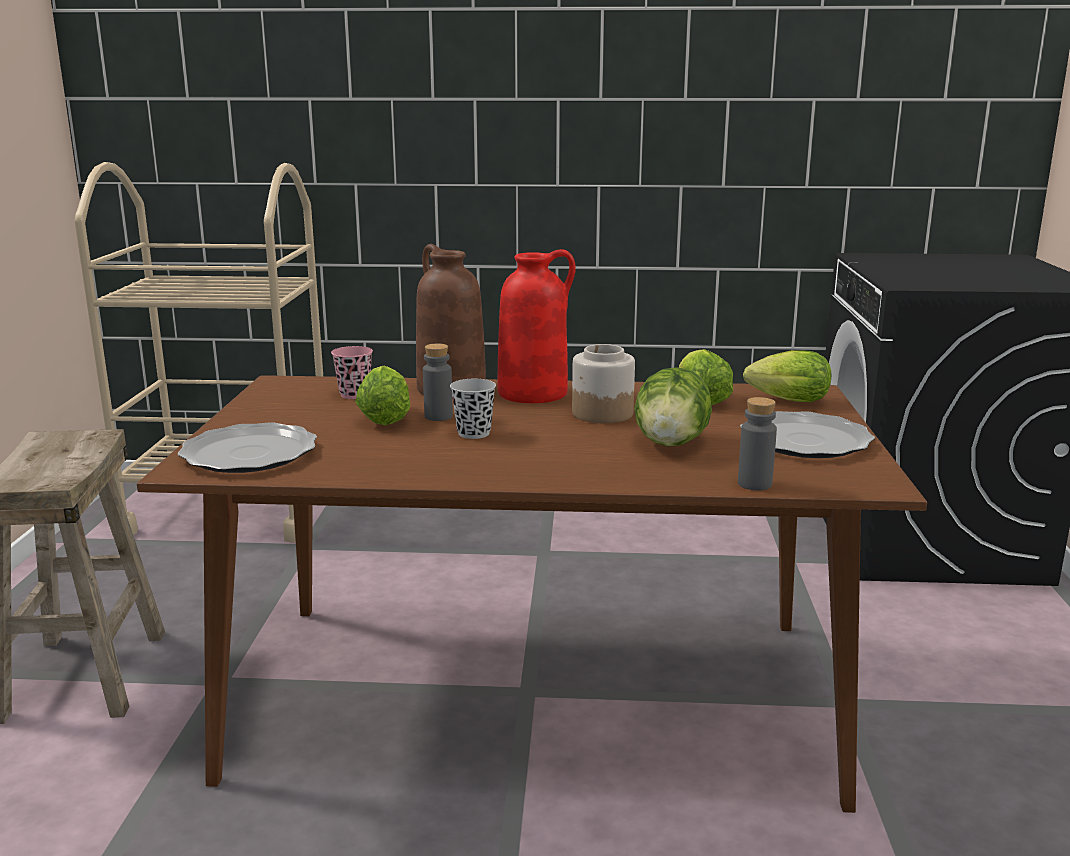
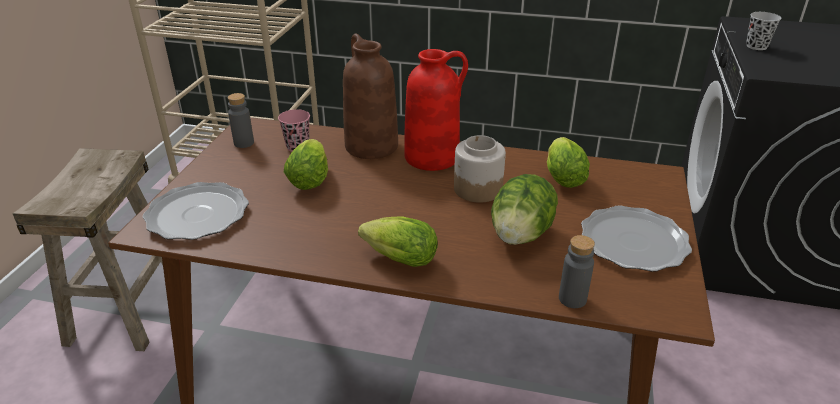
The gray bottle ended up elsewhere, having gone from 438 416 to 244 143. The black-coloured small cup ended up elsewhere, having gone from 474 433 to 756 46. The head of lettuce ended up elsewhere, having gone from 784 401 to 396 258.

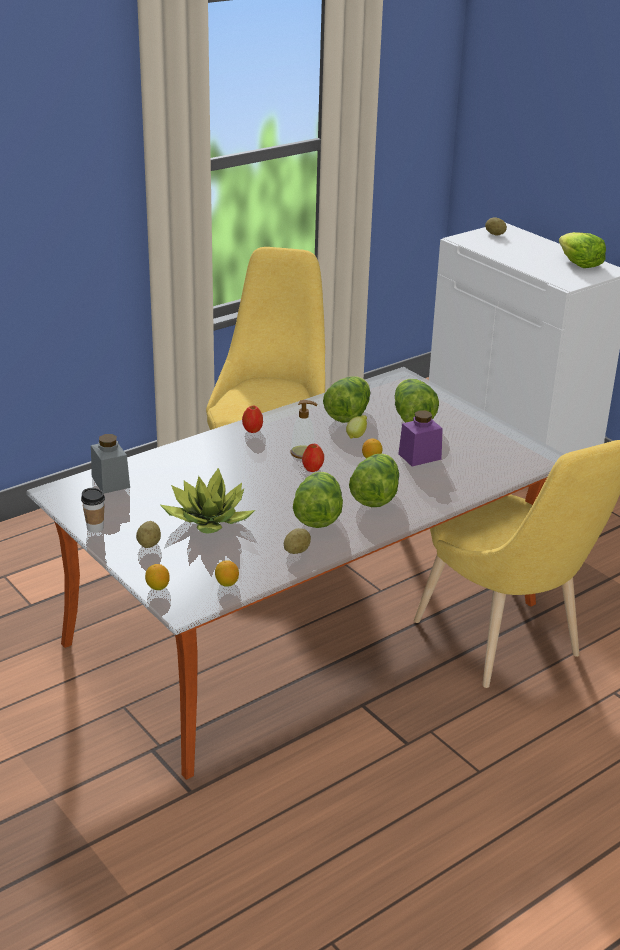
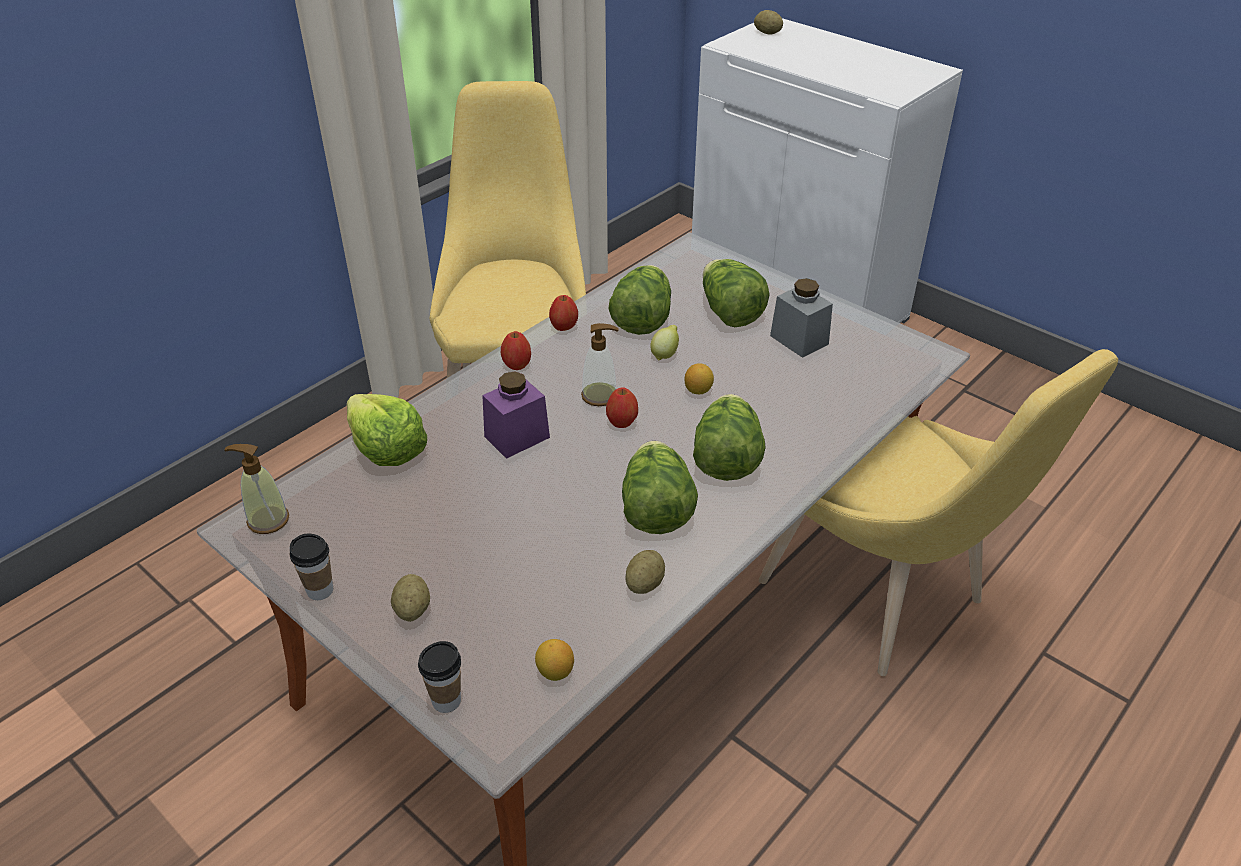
The gray storage jar ended up elsewhere, having gone from 110 482 to 799 340. Where the lemon stood at 157 587, the small cup came to stand at 446 700. The second view lost the plant in a pot at 209 520. The purplish storage jar ended up elsewhere, having gone from 419 456 to 517 437. The head of lettuce ended up elsewhere, having gone from 579 264 to 387 449. The second view gained the soap bottle at 268 520. The second view gained the whole apple at 564 327.

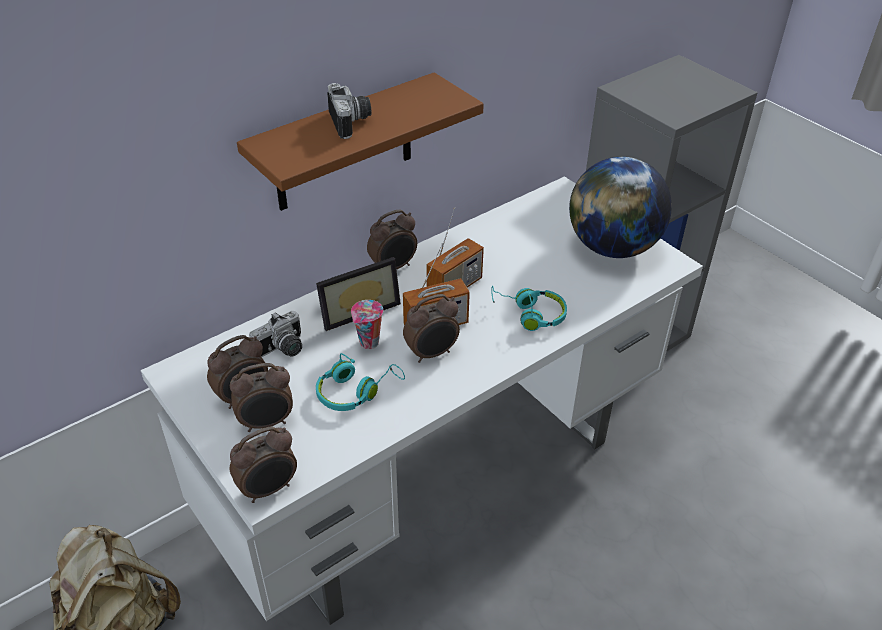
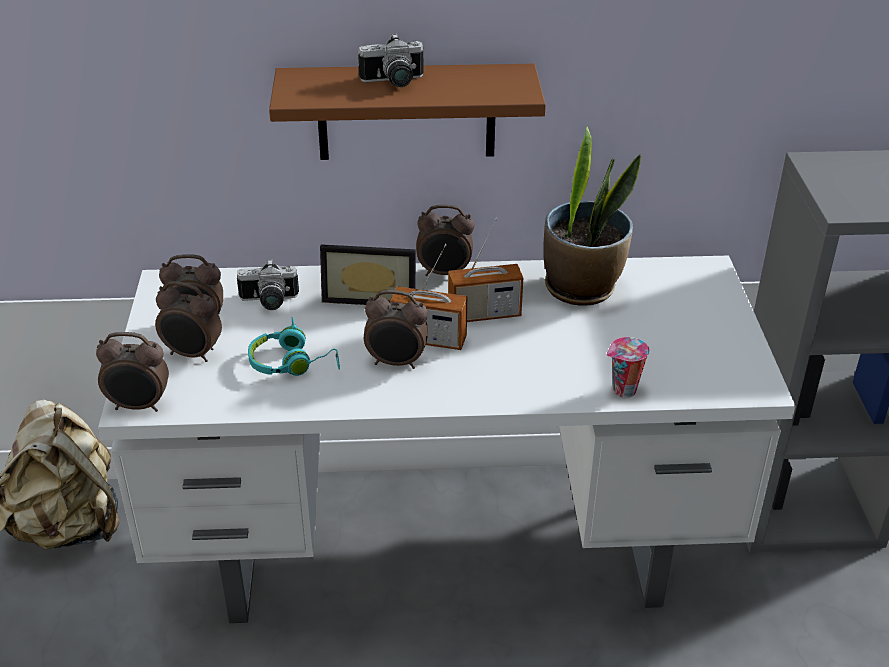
The still camera at 352 122 ended up facing another way, 60 degrees clockwise from before. The small cup ended up elsewhere, having gone from 369 344 to 623 391. The second view lost the blue-green headphones at 529 314. The second view lost the world globe at 612 247. The second view gained the plant in a pot at 581 288.

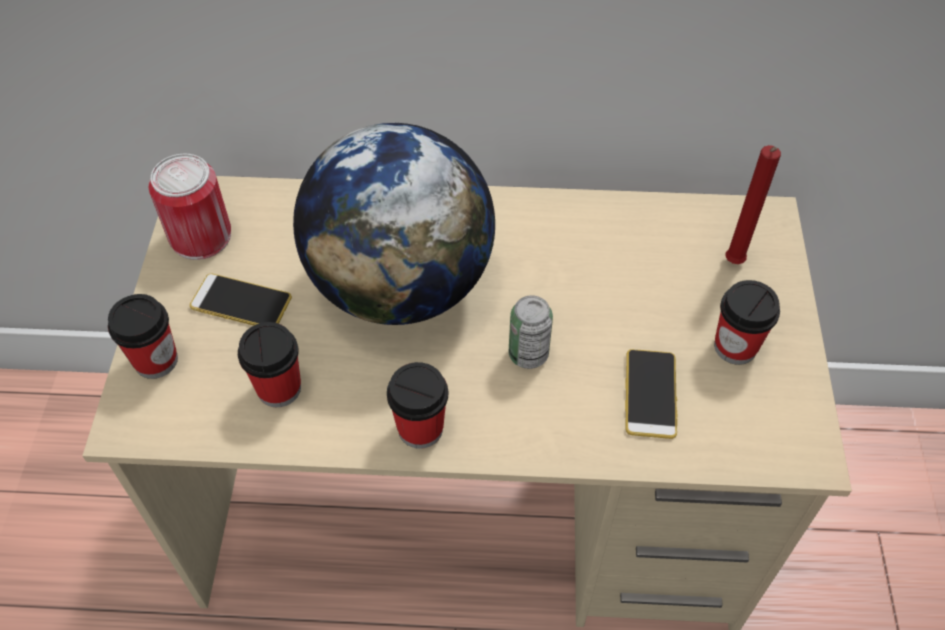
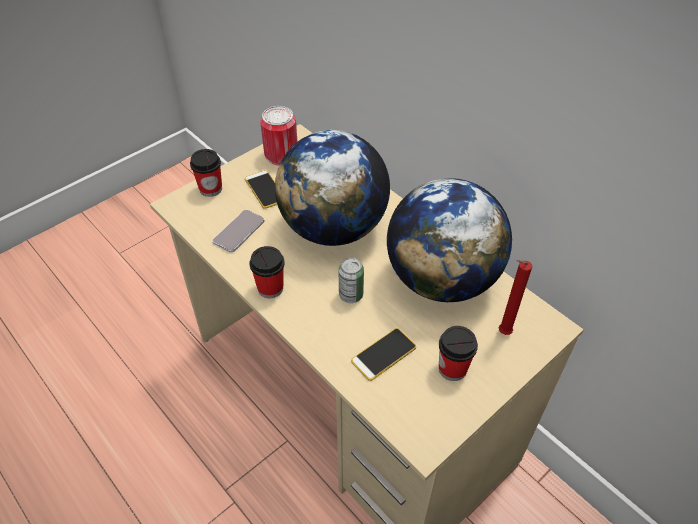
Where the small cup stood at 279 388, the handset came to stand at 239 231. The second view gained the world globe at 442 279.

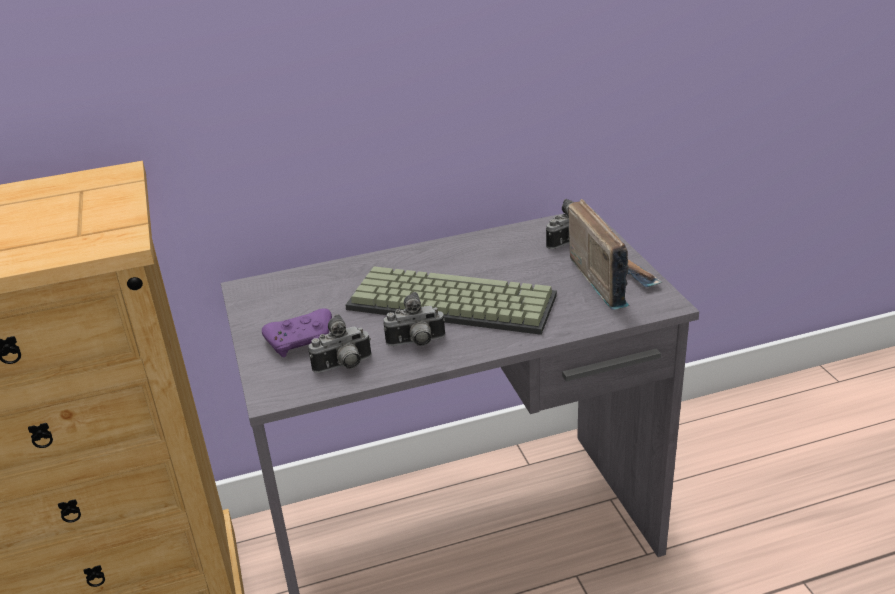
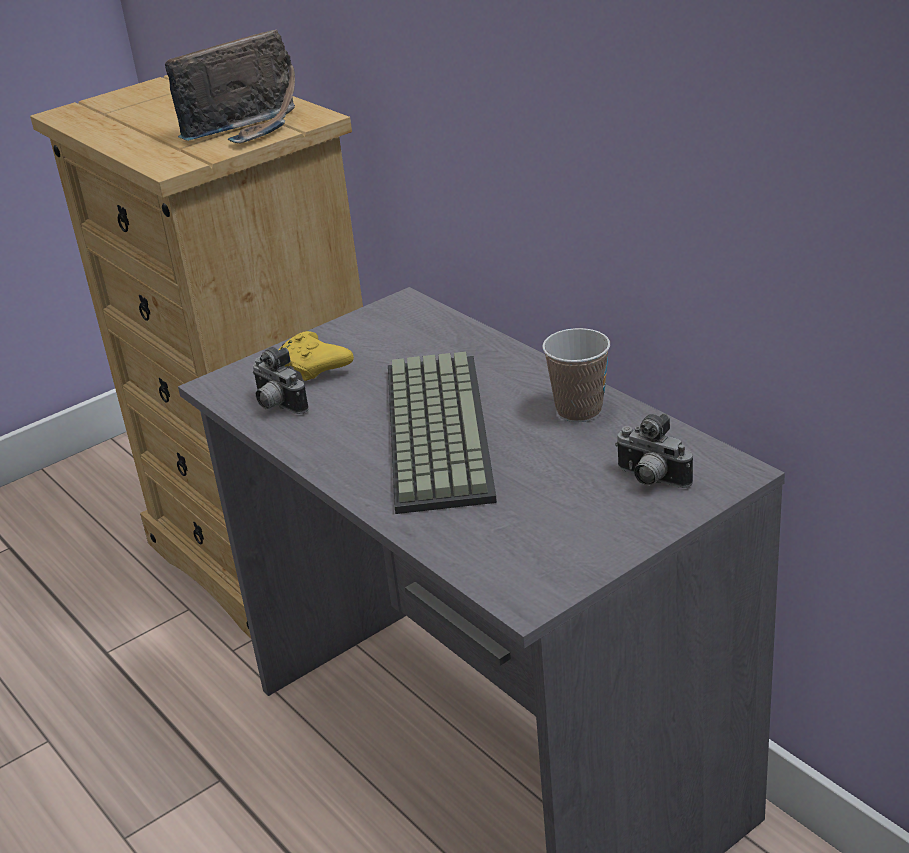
What was the purplish game controller at 302 341 turned into the yellow game controller at 314 368. The second view lost the still camera at 416 343. The radio ended up elsewhere, having gone from 610 279 to 251 128. The second view gained the small cup at 579 411.

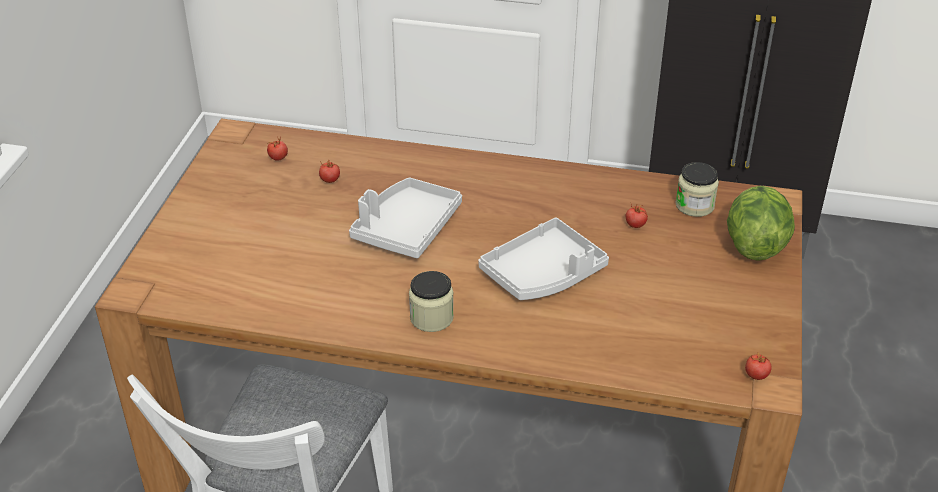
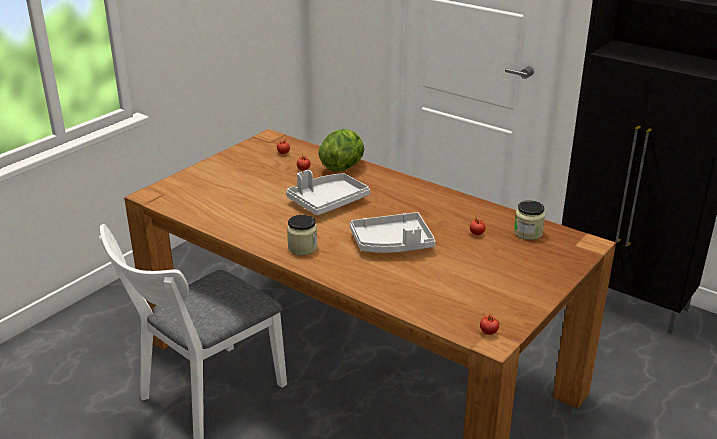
The head of lettuce ended up elsewhere, having gone from 754 244 to 343 167.

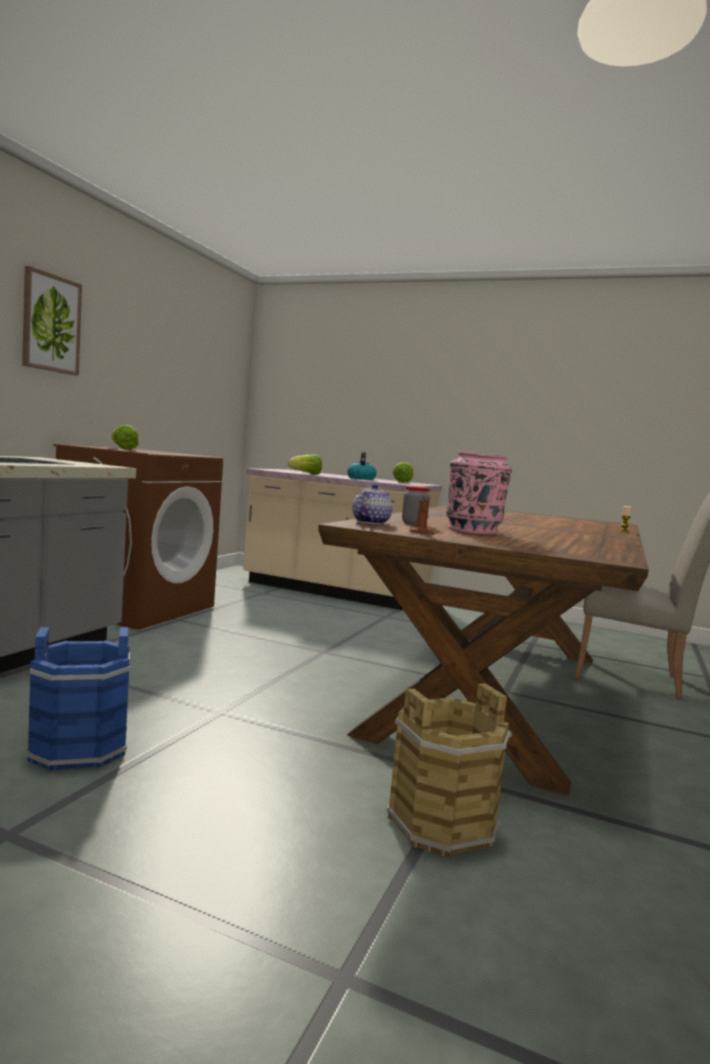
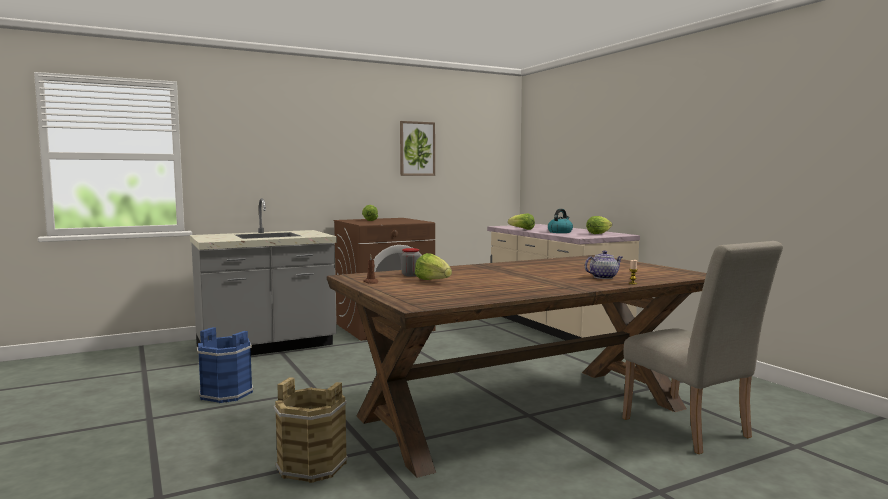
The wall picture ended up elsewhere, having gone from 51 323 to 417 148. The pot for tea ended up elsewhere, having gone from 371 522 to 603 277. Where the pinkish decorative vase stood at 473 530, the head of lettuce came to stand at 433 281.

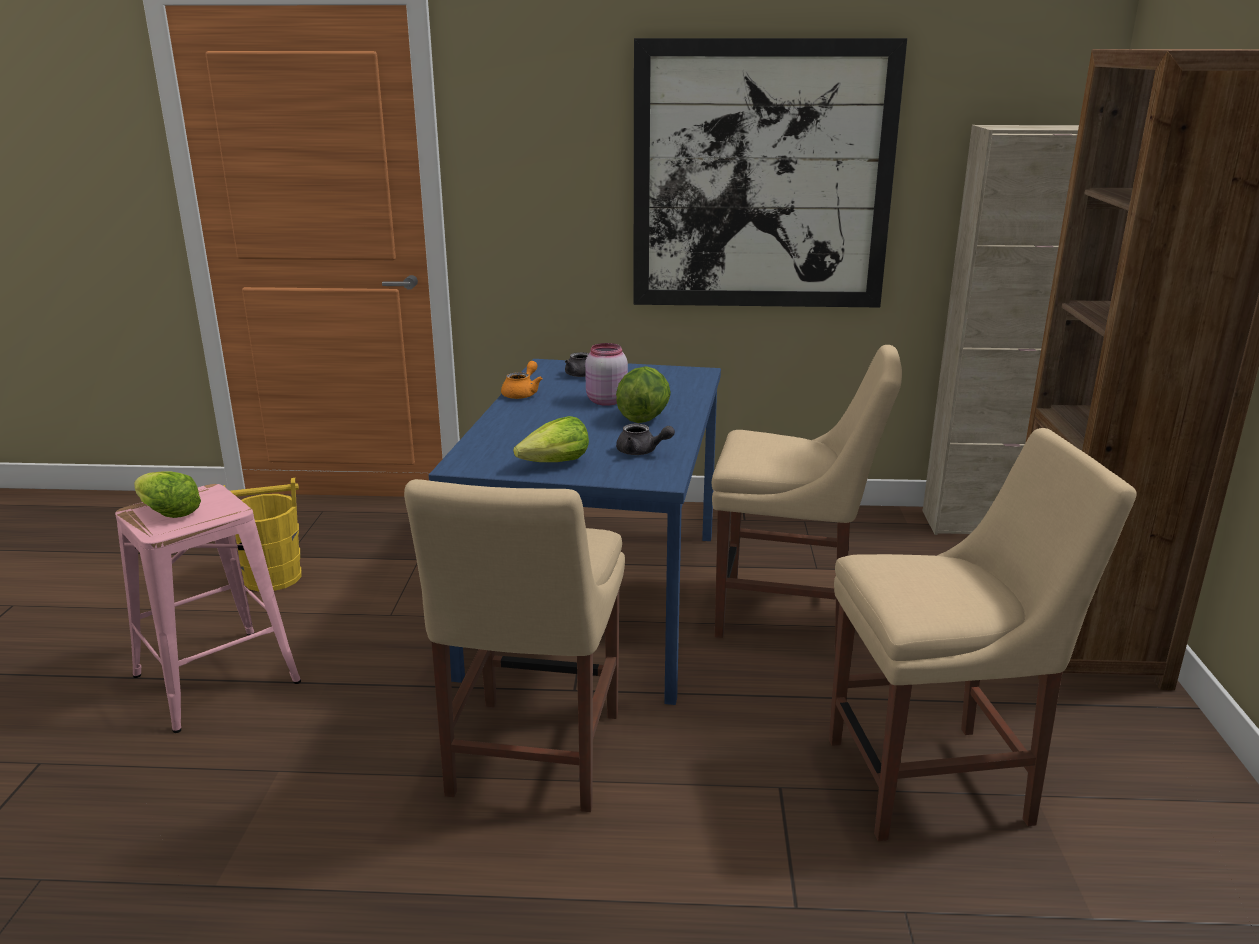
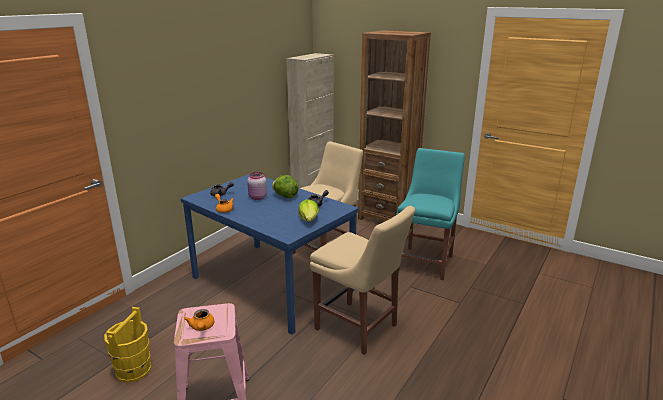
Where the head of lettuce stood at 167 512, the orange-coloured pot for tea came to stand at 201 327. The second view lost the wall picture at 762 177. What was the sand-coloured upright chair at 938 780 turned into the blue-green upright chair at 426 261.

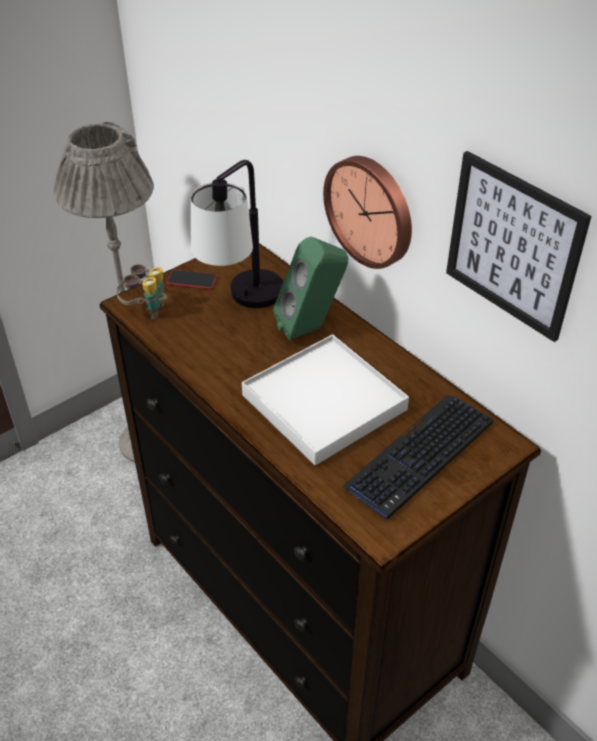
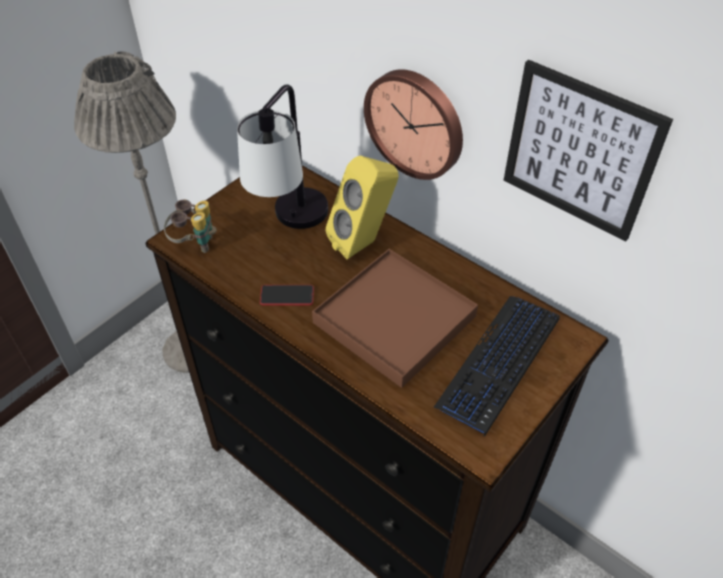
The handset ended up elsewhere, having gone from 192 280 to 287 296. What was the white-coloured serving tray at 324 403 turned into the brown-coloured serving tray at 394 320. What was the green-coloured audio speaker at 311 328 turned into the yellow audio speaker at 364 243.

